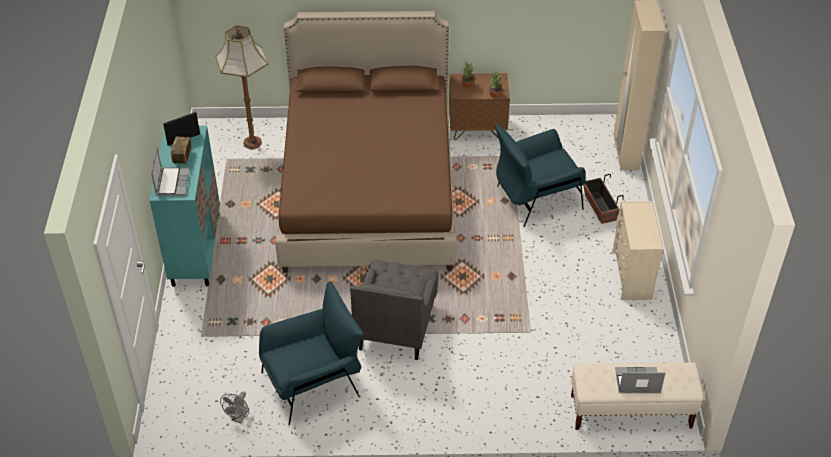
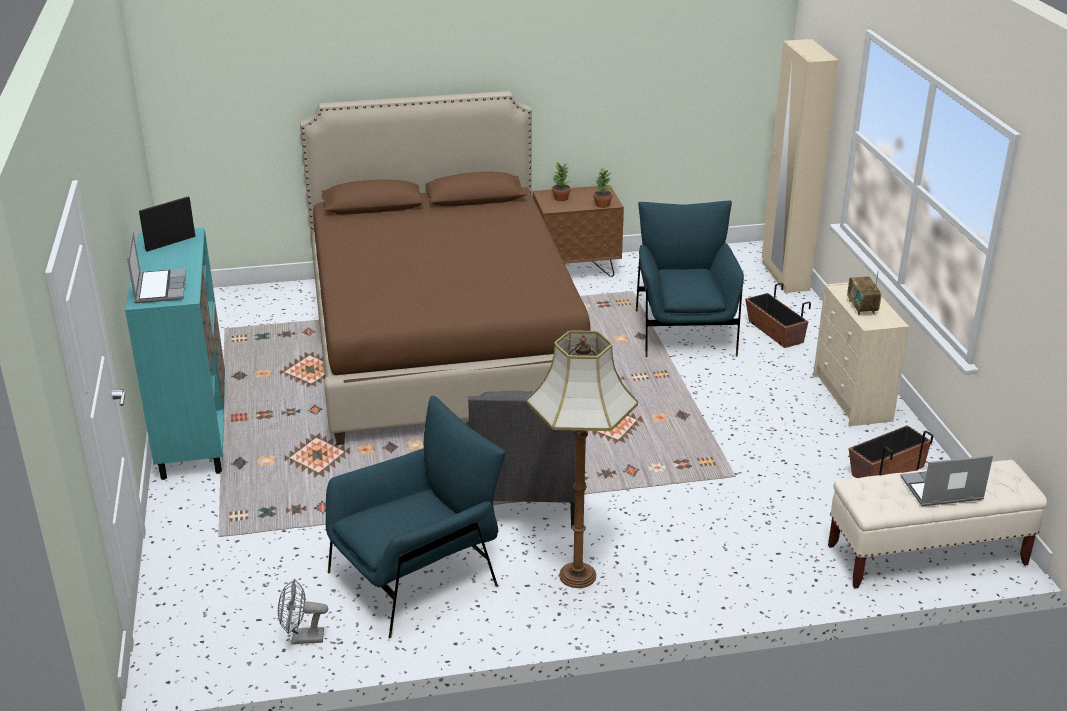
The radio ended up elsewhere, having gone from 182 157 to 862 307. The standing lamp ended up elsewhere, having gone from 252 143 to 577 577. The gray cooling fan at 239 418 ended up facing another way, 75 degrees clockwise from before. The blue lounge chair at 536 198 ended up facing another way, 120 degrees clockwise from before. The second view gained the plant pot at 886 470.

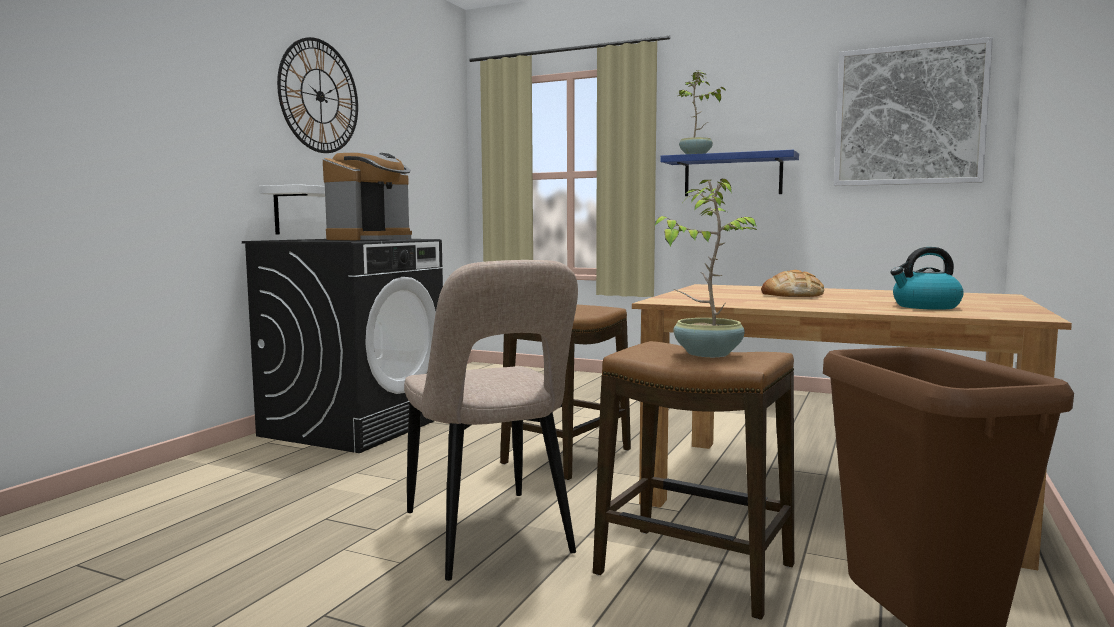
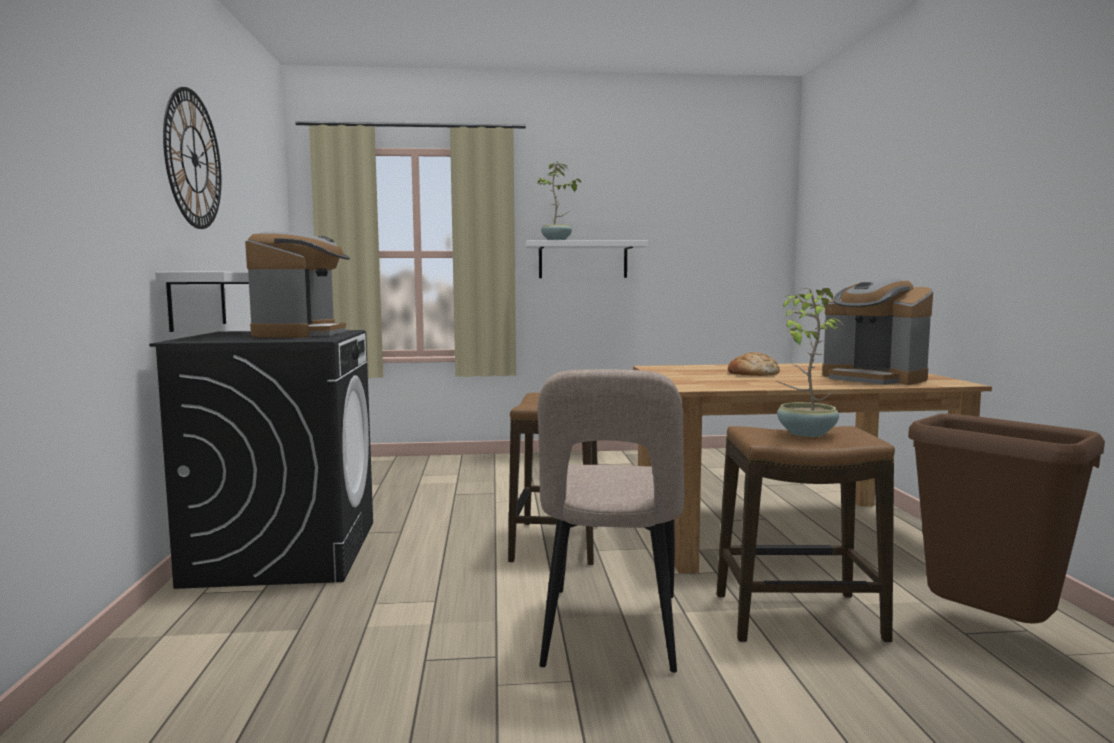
The sand-coloured upright chair at 490 537 ended up facing another way, 60 degrees clockwise from before. What was the blue wall shelf at 732 175 turned into the white-coloured wall shelf at 583 260. The second view lost the wall picture at 909 116. Where the tea kettle stood at 925 306, the coffee machine came to stand at 874 378.

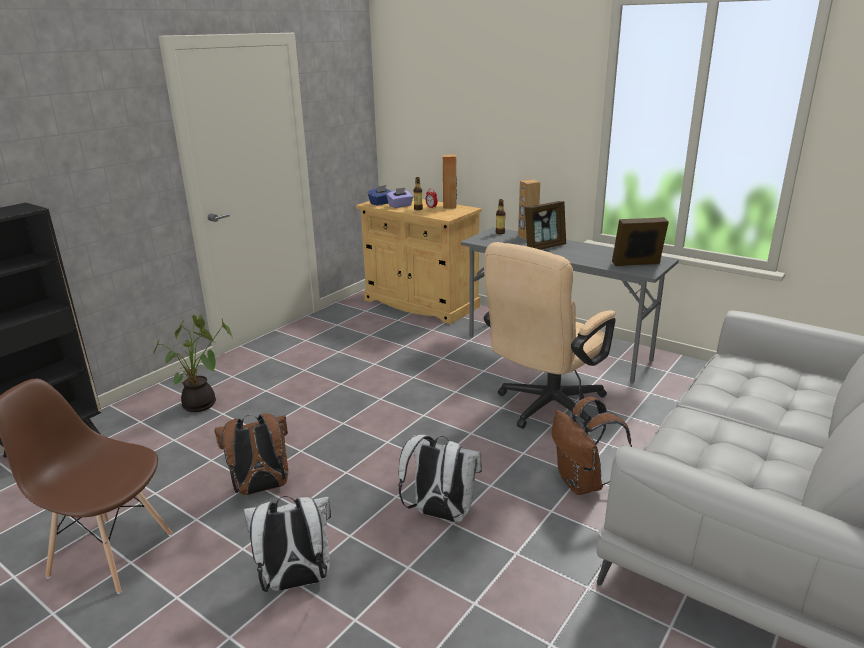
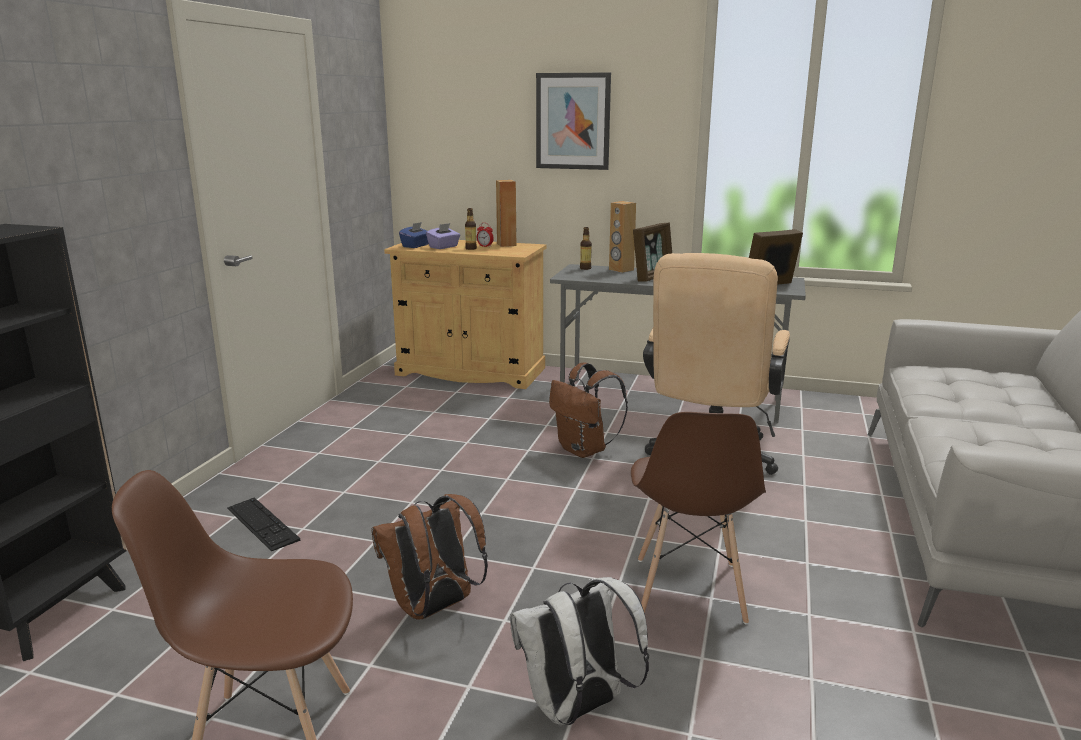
Where the plant in a pot stood at 201 405, the keyboard came to stand at 262 523. Where the white-coloured knapsack stood at 440 514, the brown-coloured upright chair came to stand at 689 591. The brown-coloured knapsack ended up elsewhere, having gone from 582 483 to 584 450. The second view gained the wall picture at 573 121.

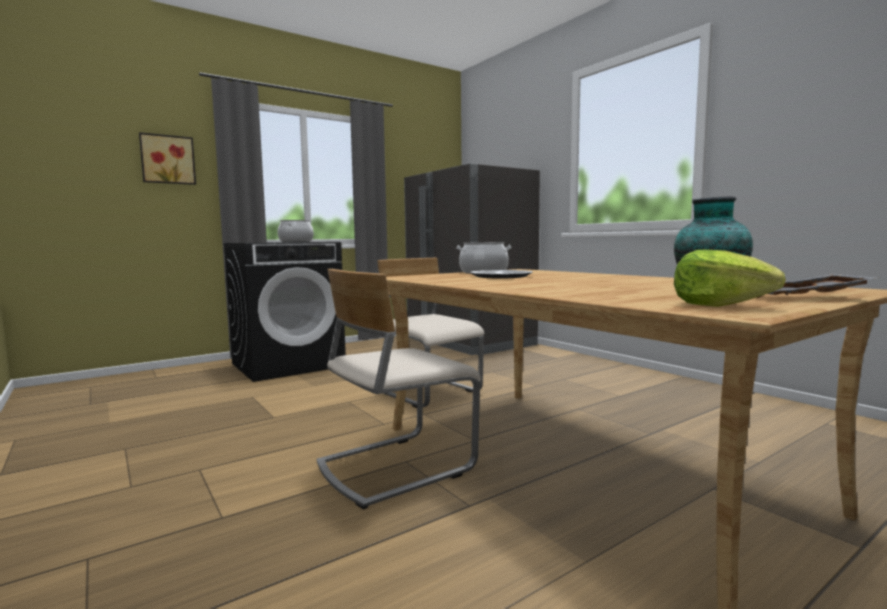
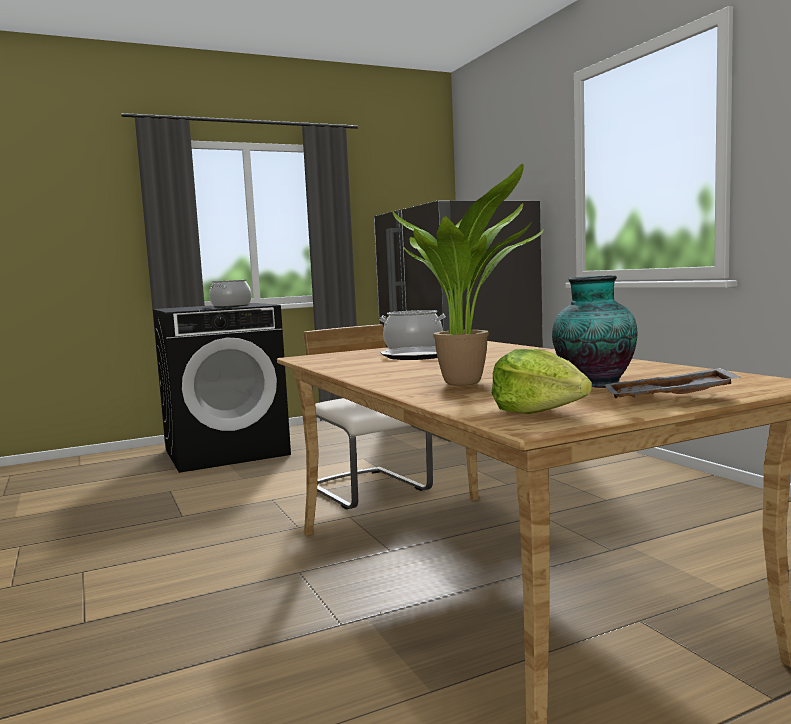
The second view lost the wall picture at 168 159. The second view lost the sand-coloured upright chair at 395 467. The second view gained the plant in a pot at 468 382.

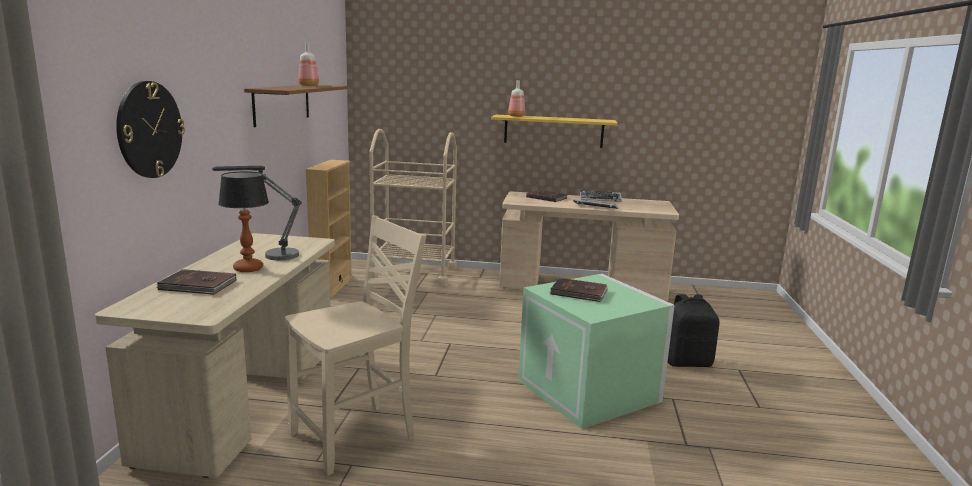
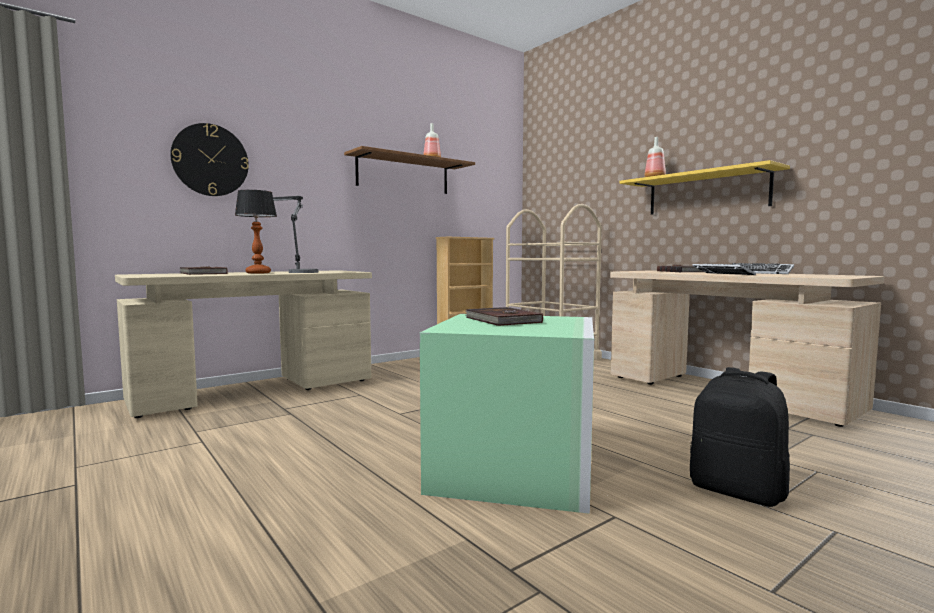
The second view lost the sand-coloured upright chair at 356 437.

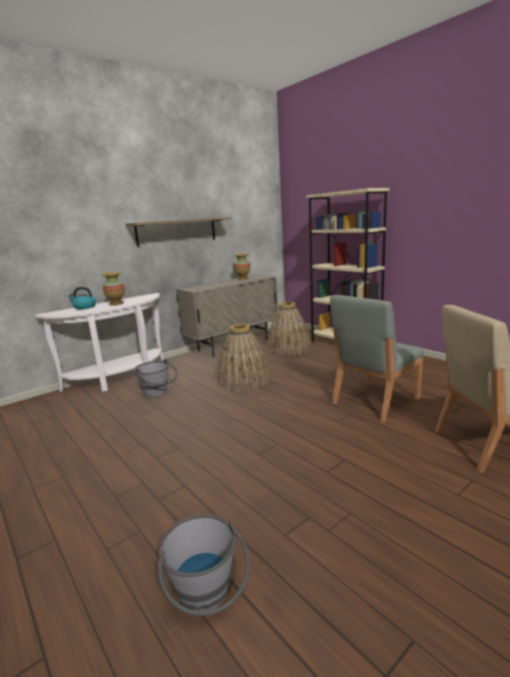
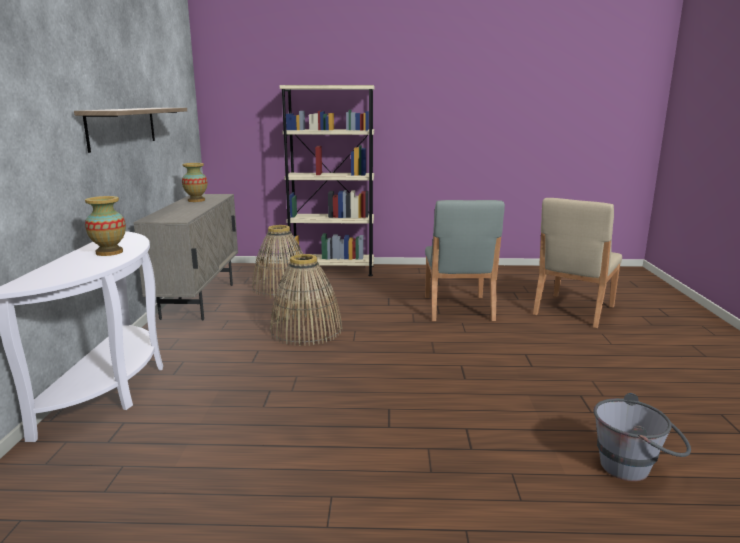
The second view lost the tea kettle at 84 307. The second view lost the gray pail at 158 394.

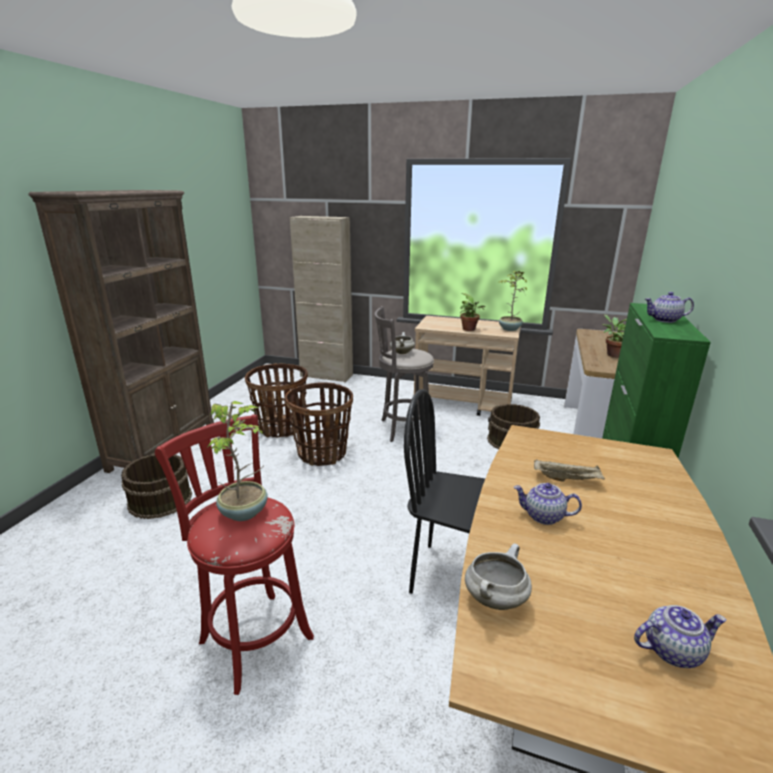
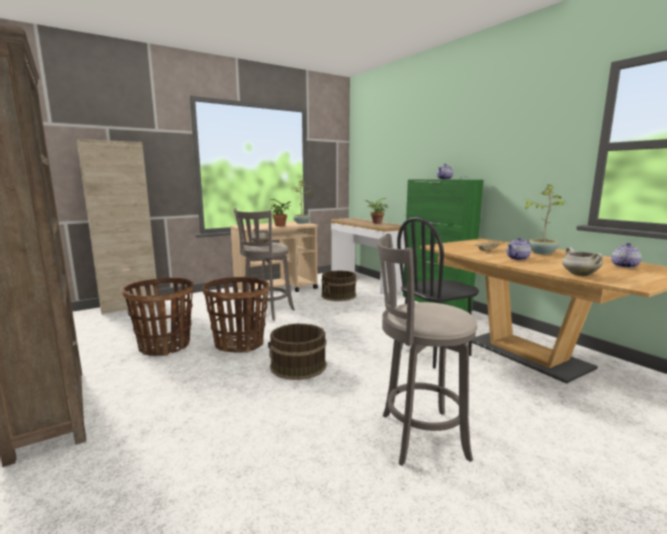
The brown-coloured pail ended up elsewhere, having gone from 159 500 to 298 366. What was the red-coloured stool seat at 253 636 turned into the gray stool seat at 418 436. The plant in a pot ended up elsewhere, having gone from 245 512 to 541 253.

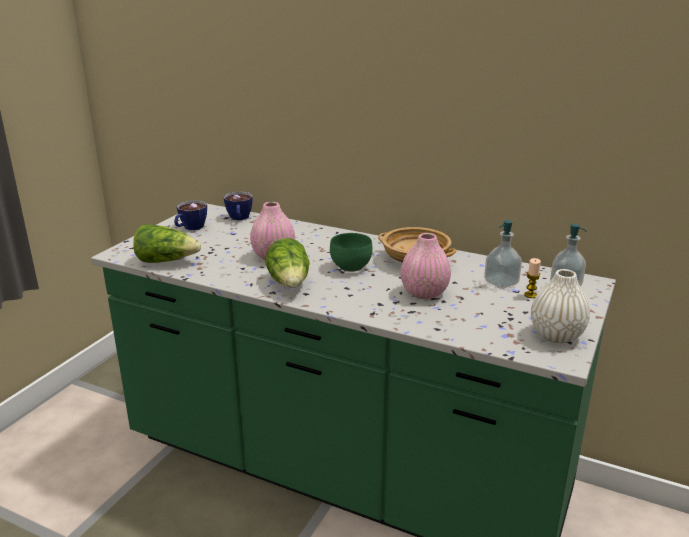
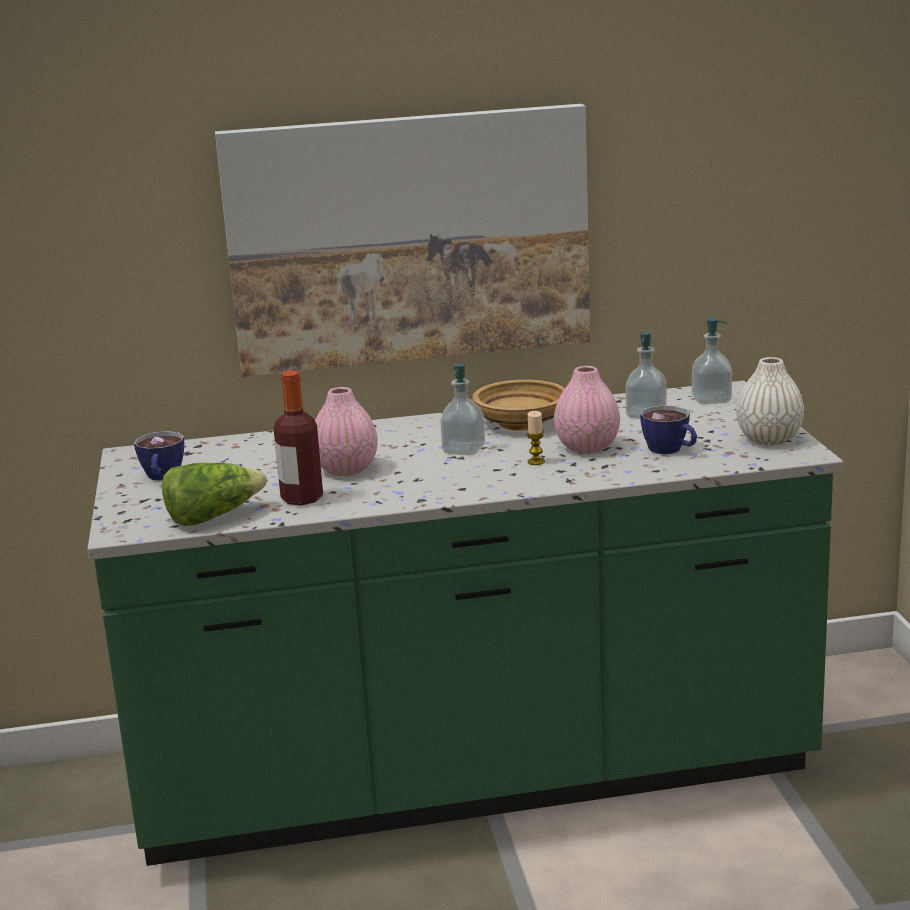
The small cup ended up elsewhere, having gone from 239 218 to 671 450. The second view lost the head of lettuce at 290 283. Where the green-coloured serving bowl stood at 352 267, the soap bottle came to stand at 463 450. The wax candle ended up elsewhere, having gone from 530 295 to 536 462. The second view gained the wall picture at 408 238. The second view gained the bottle at 302 499.

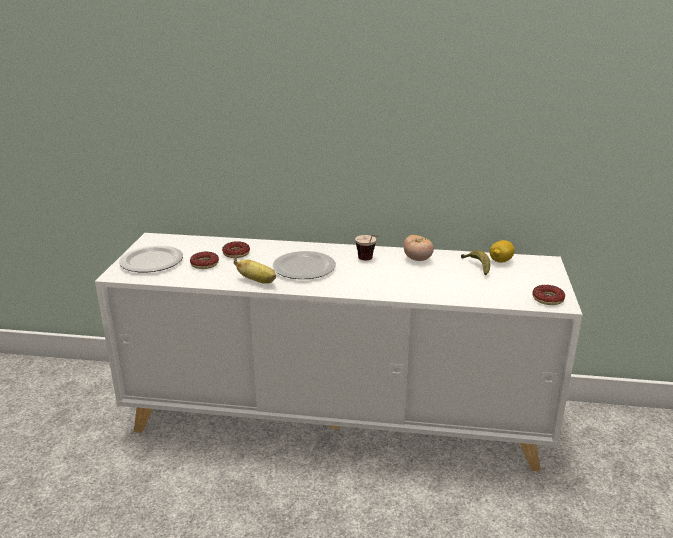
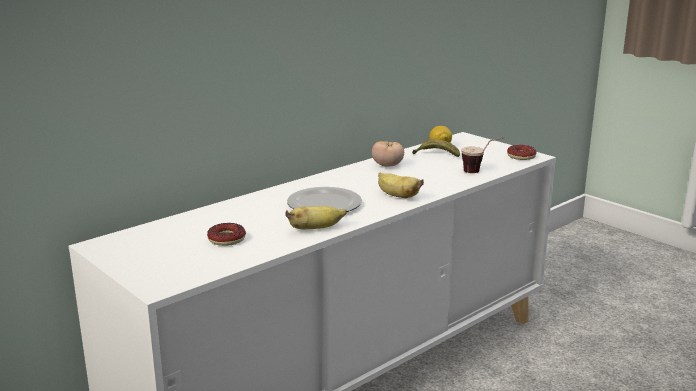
The second view lost the plate at 152 262. The second view lost the doughnut at 236 253. The small cup ended up elsewhere, having gone from 368 261 to 480 172. The second view gained the banana at 397 196.

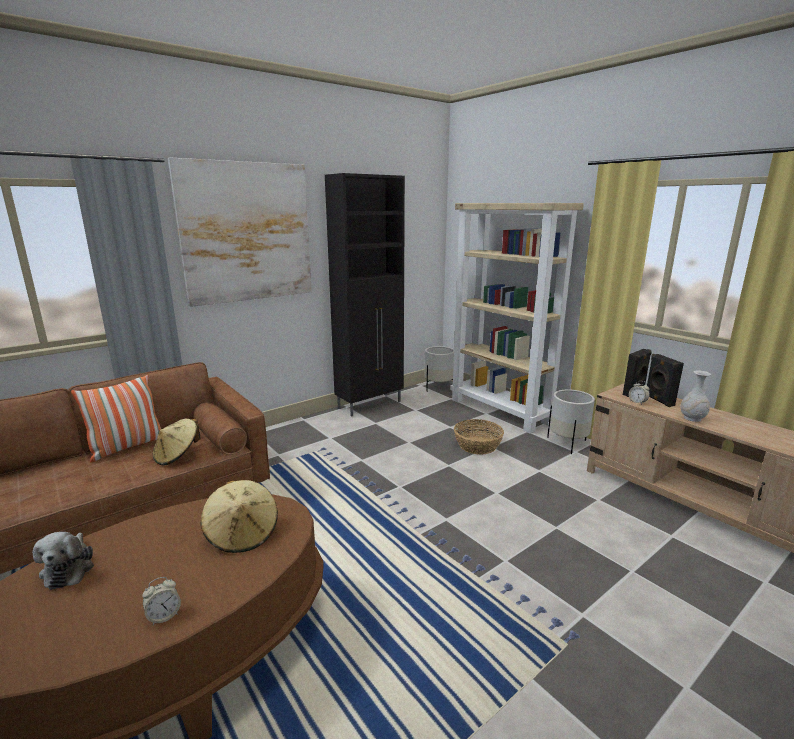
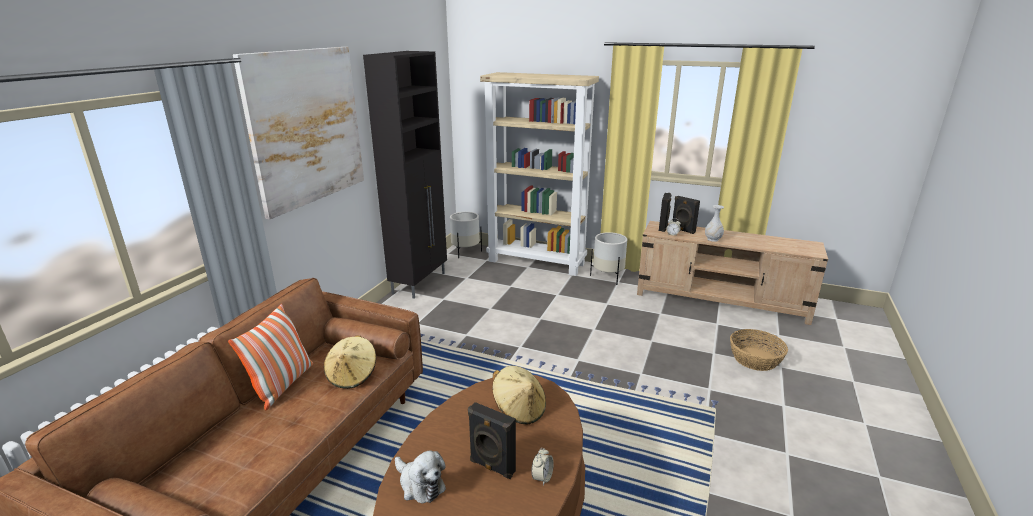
The basket ended up elsewhere, having gone from 477 446 to 755 359. The second view gained the black-coloured audio speaker at 491 467.

